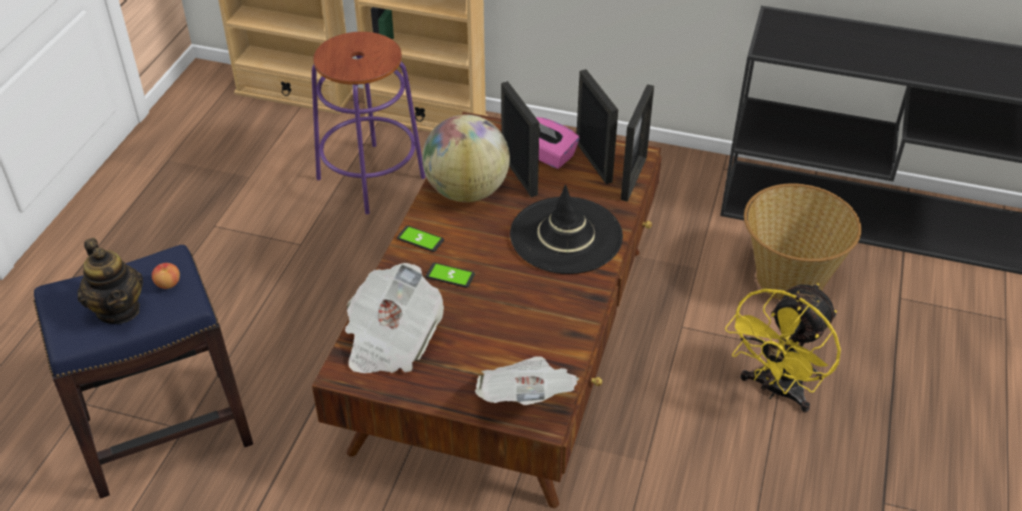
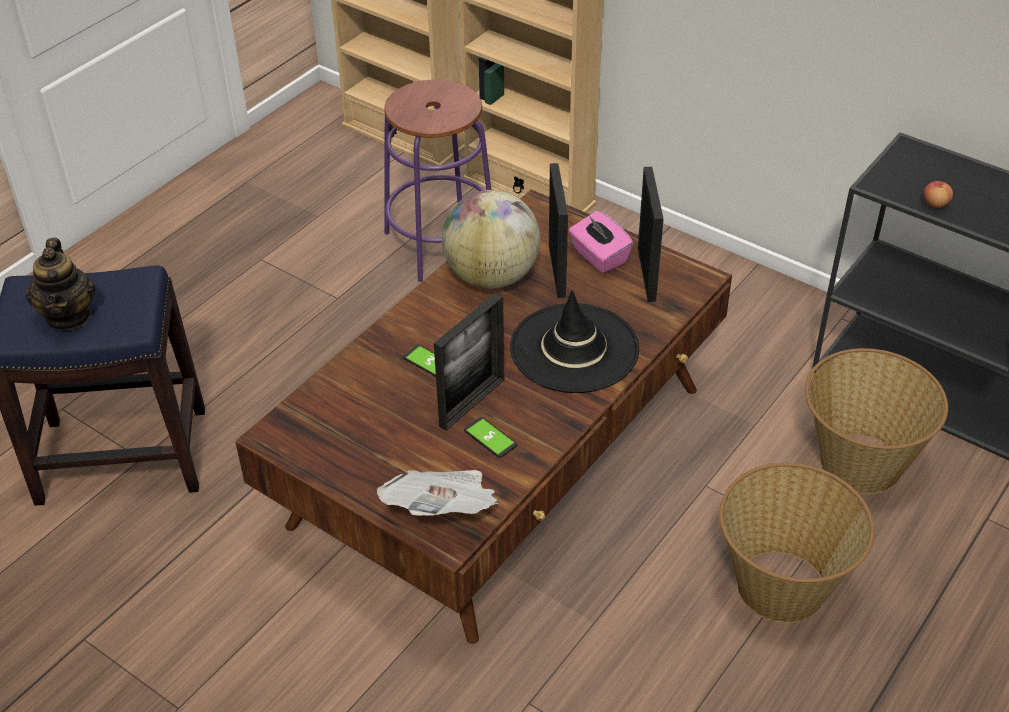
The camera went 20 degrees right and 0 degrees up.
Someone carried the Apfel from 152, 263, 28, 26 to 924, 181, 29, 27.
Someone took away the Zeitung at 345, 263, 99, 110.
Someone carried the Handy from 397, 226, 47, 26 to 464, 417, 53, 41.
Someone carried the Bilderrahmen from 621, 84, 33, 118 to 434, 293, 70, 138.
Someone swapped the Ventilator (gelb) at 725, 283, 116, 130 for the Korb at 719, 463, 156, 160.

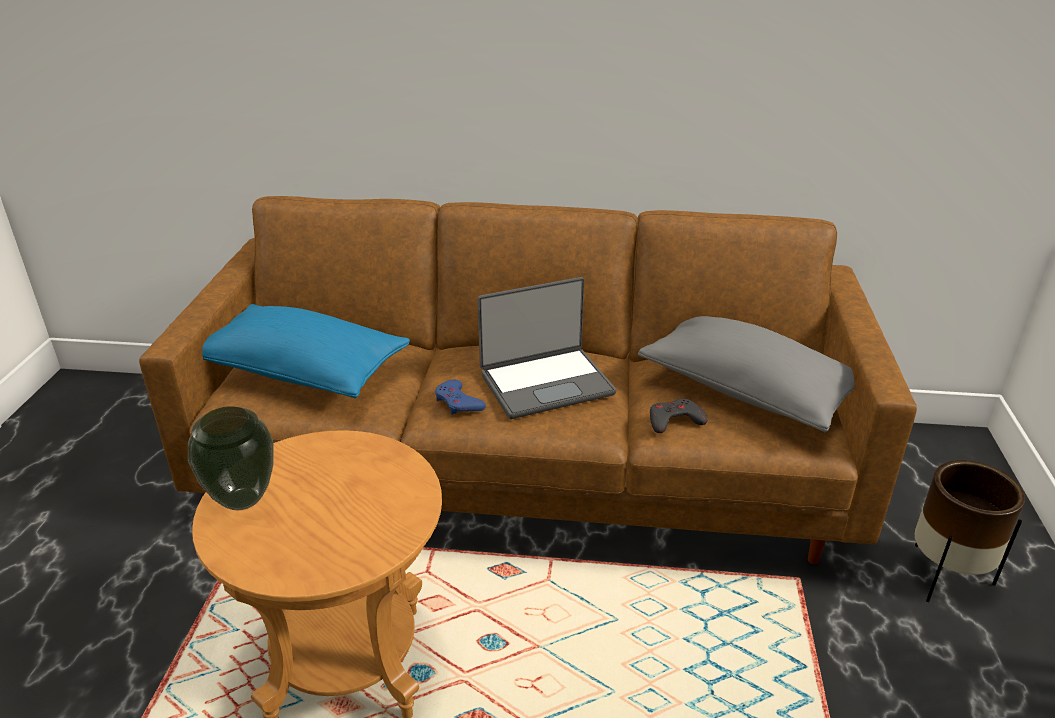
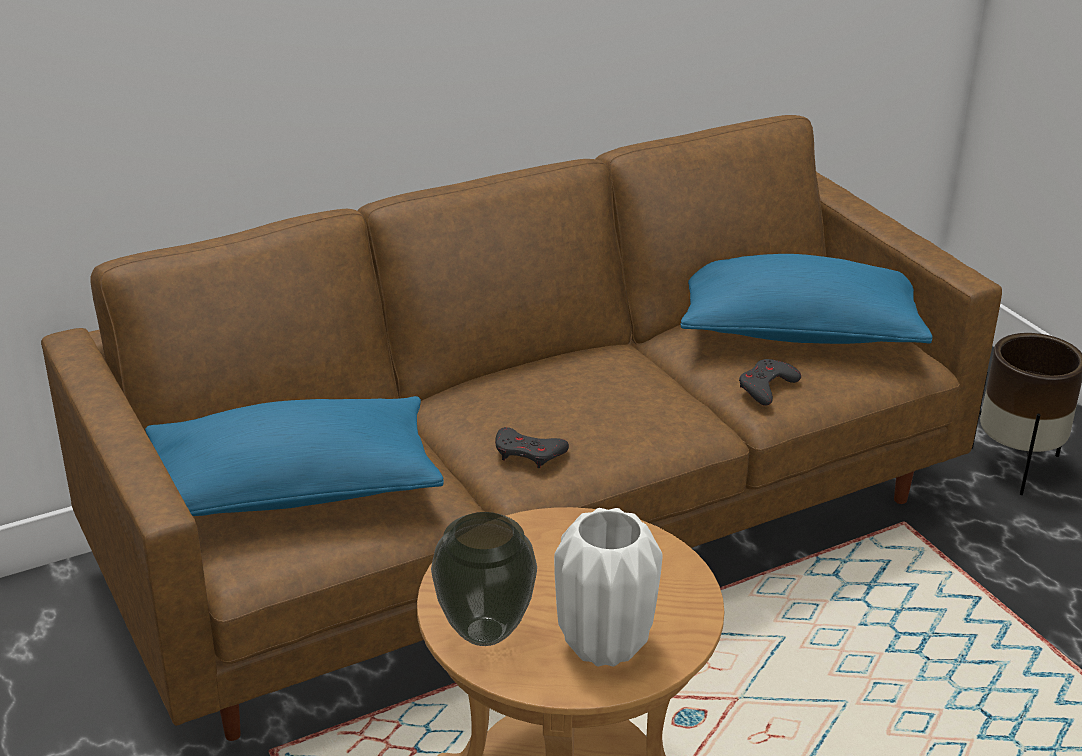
The camera went 35 degrees left and 0 degrees up.
Someone repainted the Gamepad (blau) at 435, 379, 51, 36, which became the Gamepad (grau) at 495, 427, 74, 41.
Someone took away the Laptop at 477, 277, 139, 142.
Someone repainted the Kissen (grau) at 638, 316, 216, 116, which became the Kissen (blau) at 680, 254, 253, 90.
Someone put down the Vase (weiß) at 554, 508, 109, 158.

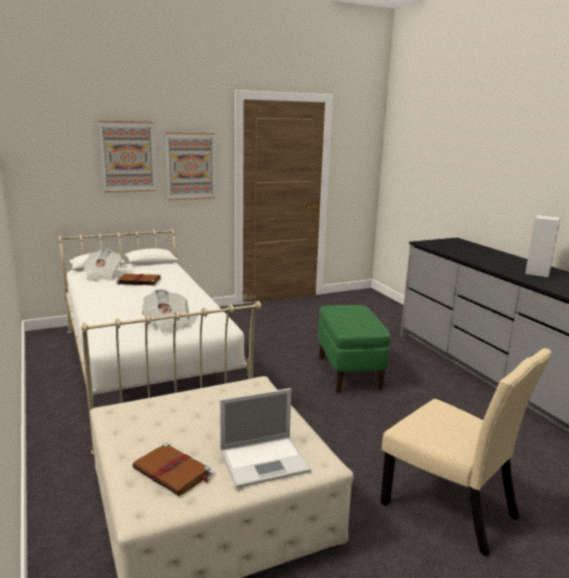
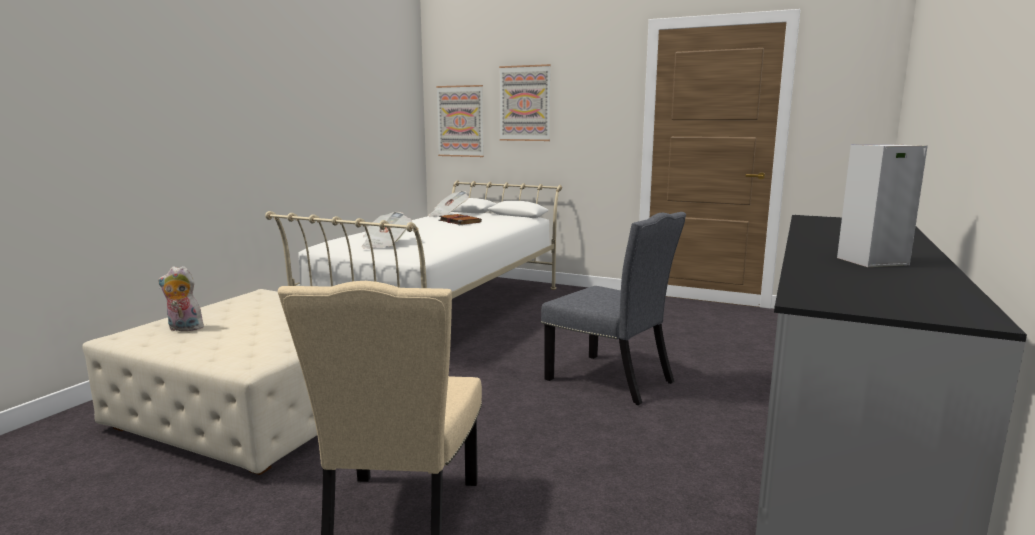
The camera went 50 degrees right and 5 degrees down.
Someone swapped the Buch (braun) at 132, 443, 79, 53 for the Plüschtier at 158, 266, 46, 65.
Someone carried the Bild from 165, 132, 50, 68 to 436, 85, 48, 72.
Someone took away the Laptop at 220, 388, 91, 100.
Someone swapped the Polsterhocker (grün) at 318, 305, 72, 87 for the Stuhl (grau) at 541, 212, 145, 193.

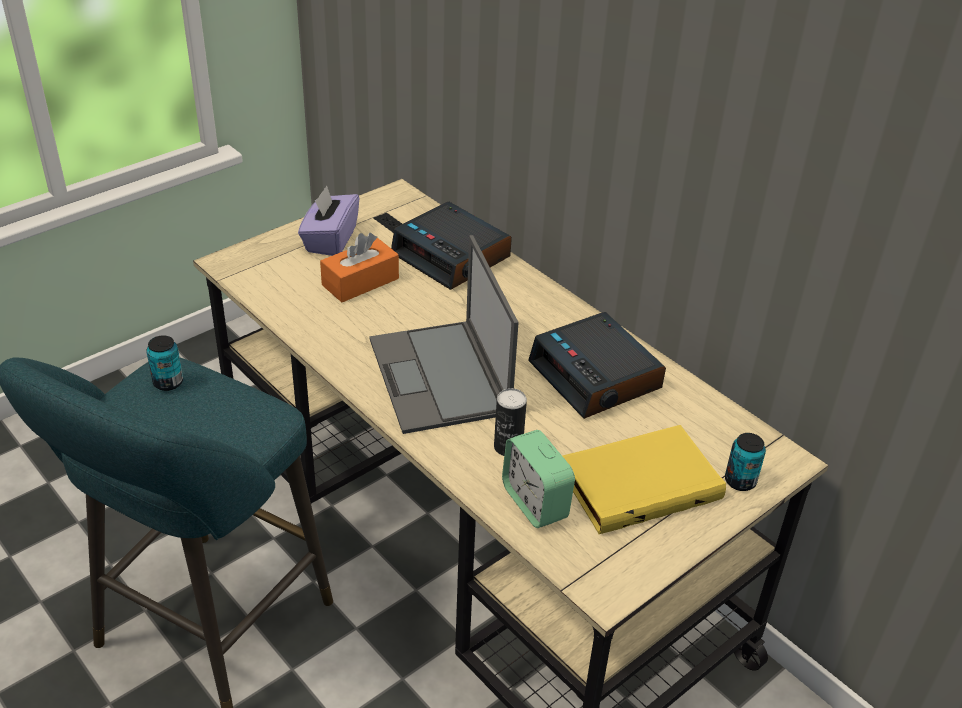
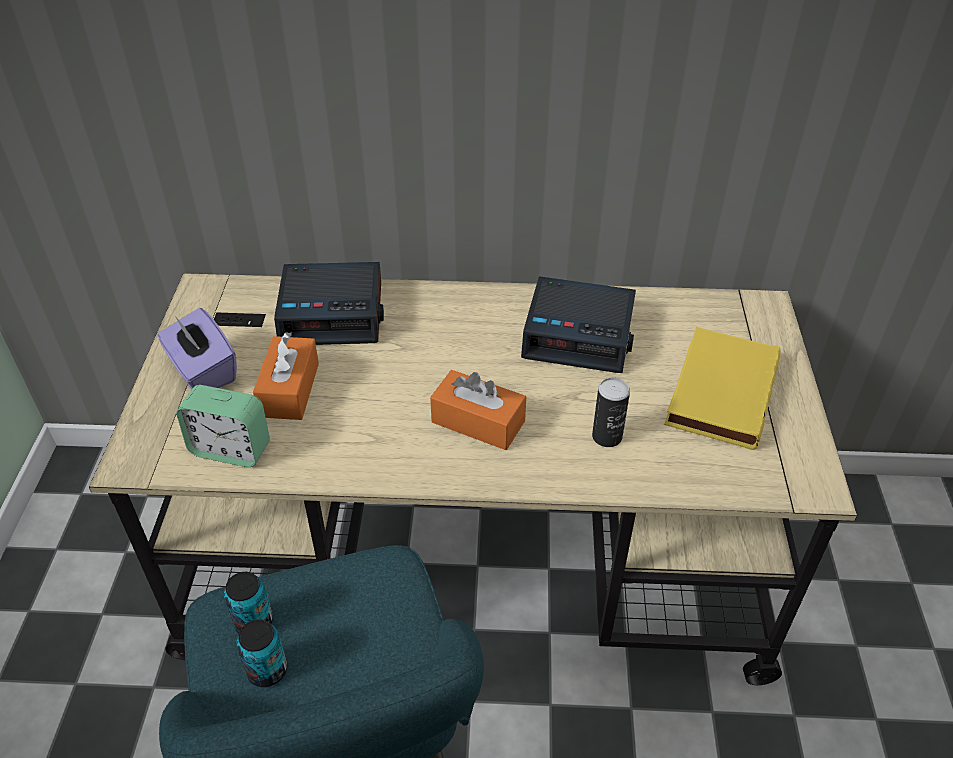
The camera went 45 degrees left and 5 degrees up.
Someone swapped the Laptop at 369, 235, 150, 199 for the Taschentuchbox (orange) at 430, 370, 96, 80.
Someone carried the Wecker from 502, 430, 73, 98 to 176, 385, 94, 82.
Someone carried the Dose from 725, 433, 41, 58 to 236, 619, 51, 68.

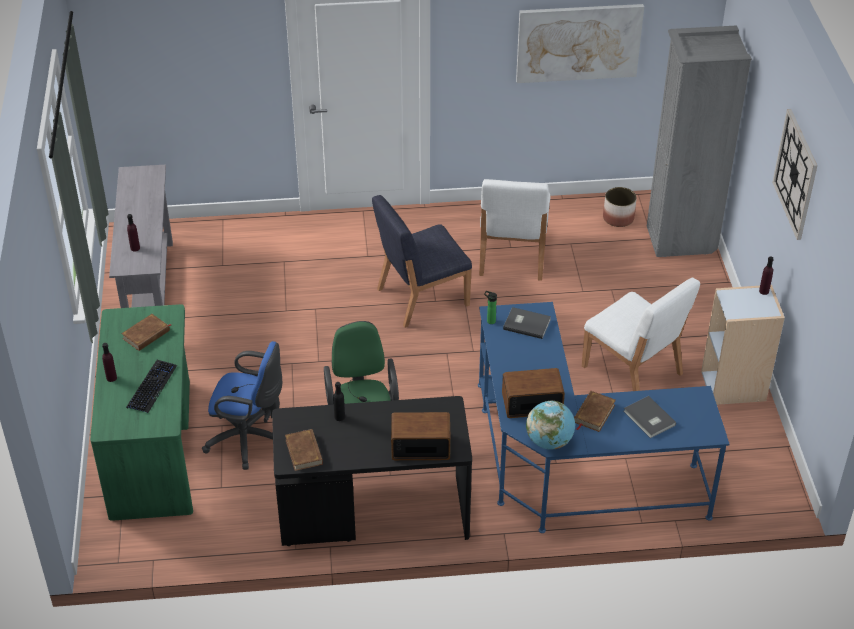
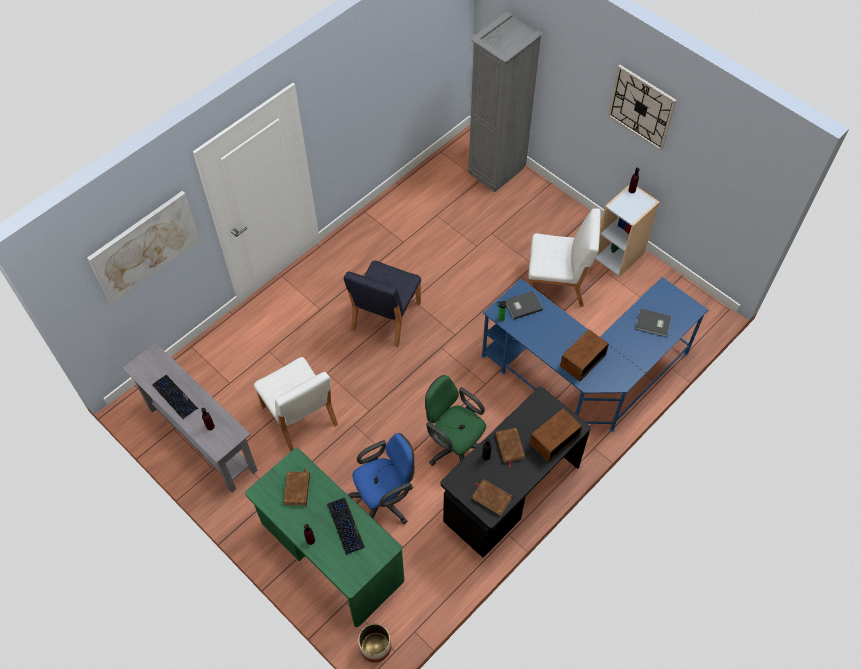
The camera went 40 degrees left and 15 degrees up.
Someone carried the Stuhl (weiß) from 479, 179, 71, 102 to 254, 357, 84, 94.
Someone carried the Bild from 516, 4, 128, 79 to 87, 191, 113, 114.
Someone took away the Globus at 526, 401, 49, 49.
Someone carried the Buch (braun) from 574, 391, 42, 41 to 495, 427, 30, 41.
Someone carried the Pflanzkübel from 603, 187, 34, 40 to 358, 623, 33, 40.
Someone put down the Tastatur at 152, 375, 46, 45.

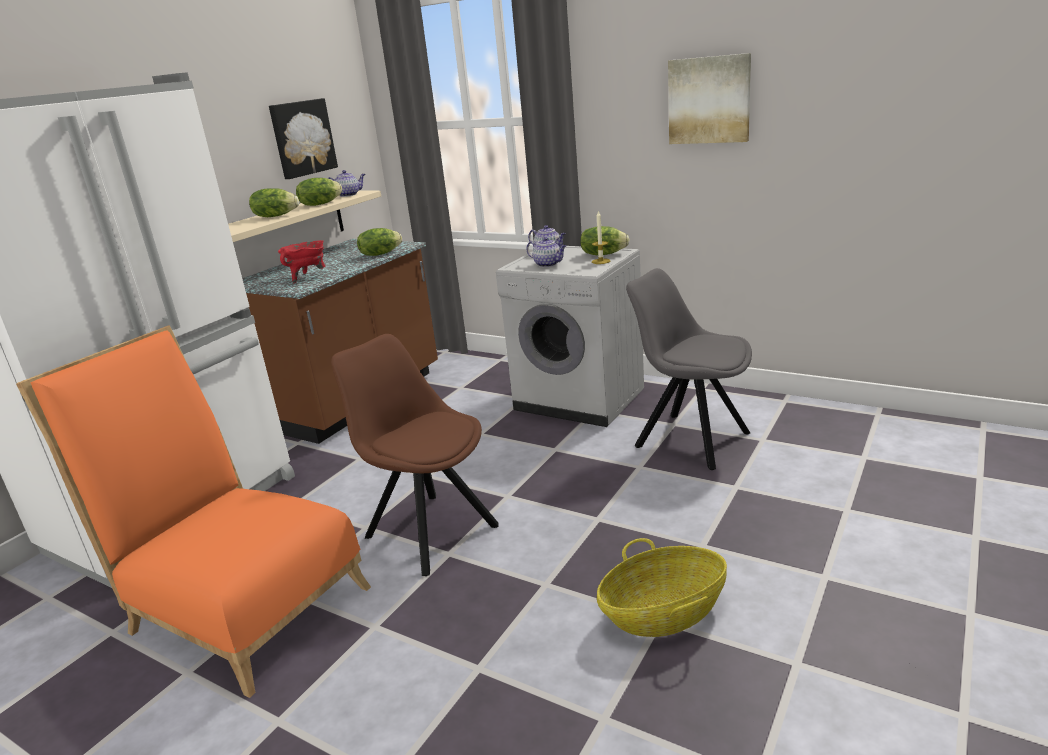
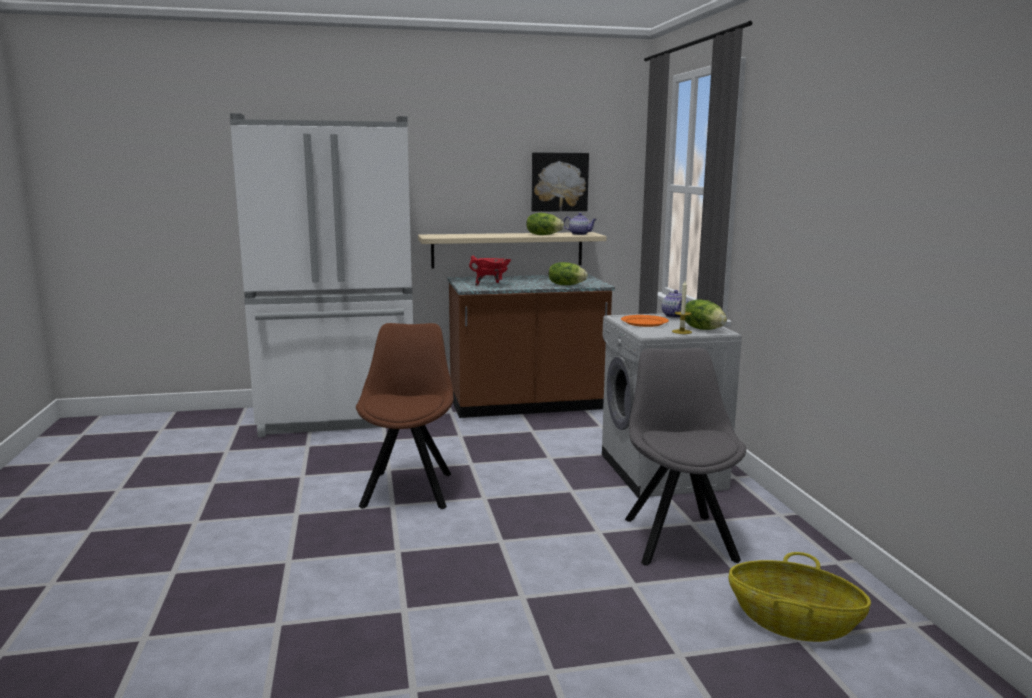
The camera went 45 degrees right and 10 degrees down.
Someone took away the Stuhl (orange) at 16, 325, 355, 373.
Someone took away the Salatkopf at 249, 188, 50, 29.
Someone swapped the Teekanne at 526, 237, 40, 30 for the Teller (orange) at 621, 315, 48, 12.
Someone carried the Korb from 597, 538, 130, 99 to 728, 552, 143, 90.
Someone took away the Bild at 668, 53, 83, 91.

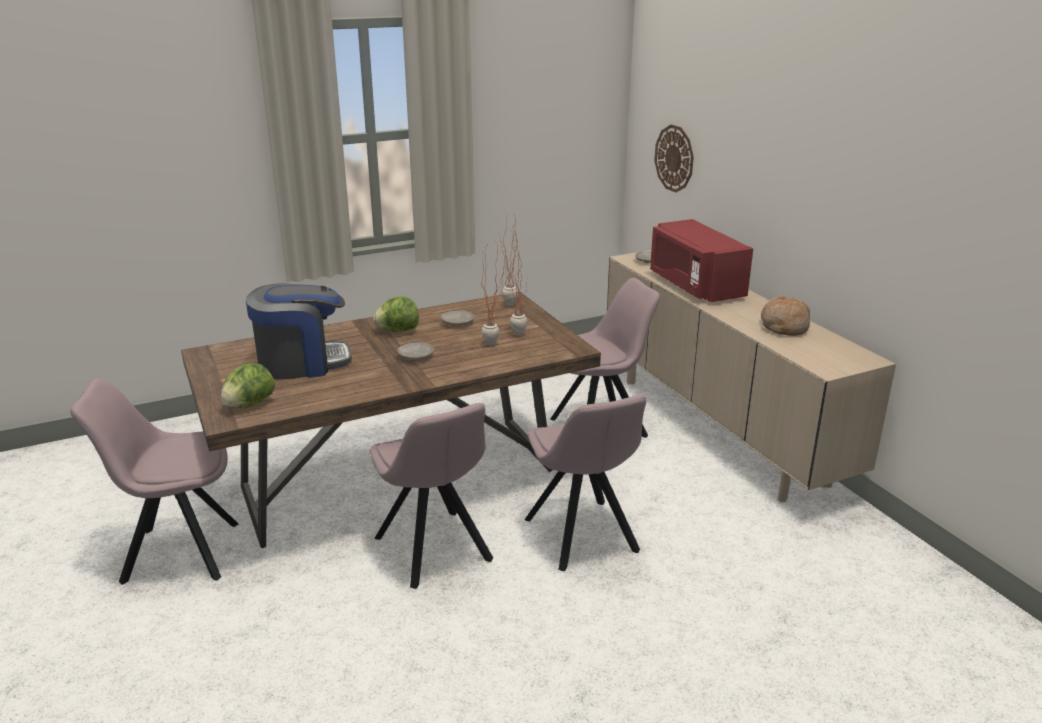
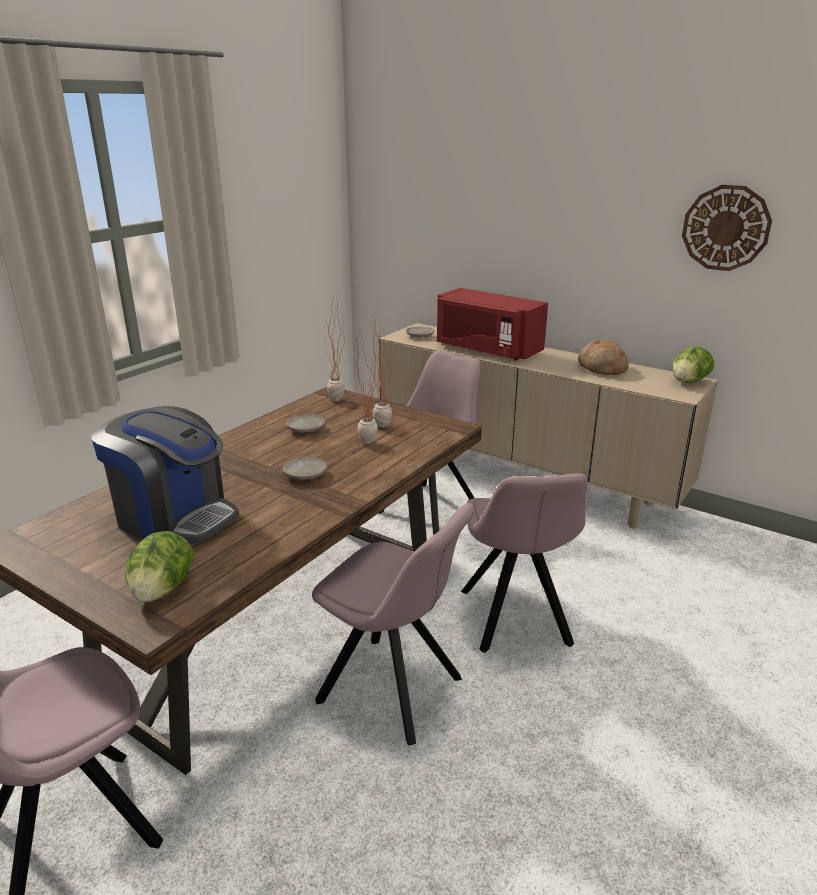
The camera went 30 degrees left and 0 degrees up.
Someone rotated the Kaffeemaschine at 246, 283, 106, 96 by 75 degrees clockwise.
Someone carried the Salatkopf from 373, 296, 46, 36 to 672, 347, 42, 36.
Someone rotated the Stuhl (rosa) at 524, 395, 122, 176 by 45 degrees clockwise.
Someone carried the Wanduhr from 655, 124, 39, 69 to 682, 185, 90, 86.

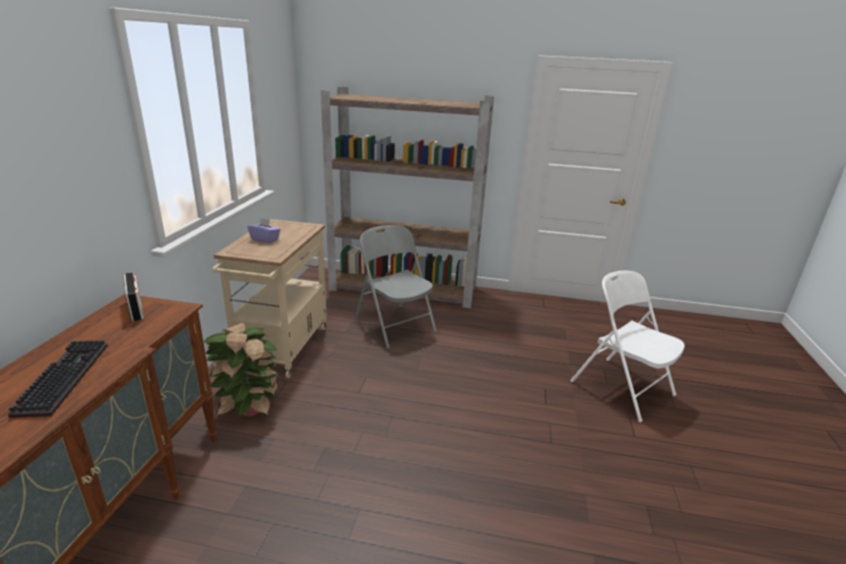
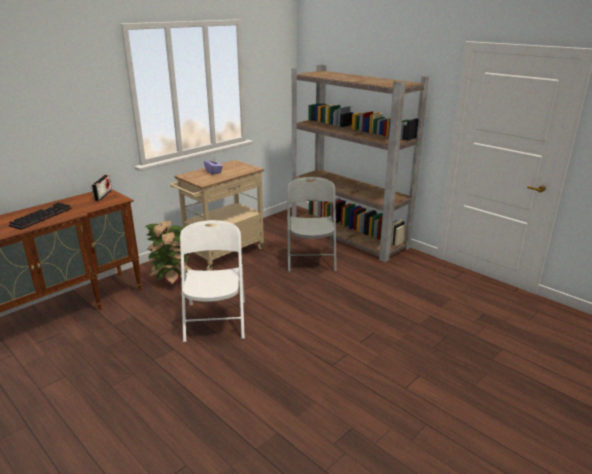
The camera went 35 degrees right and 0 degrees up.
Someone carried the Stuhl (weiß) from 571, 271, 114, 152 to 180, 220, 65, 122.

